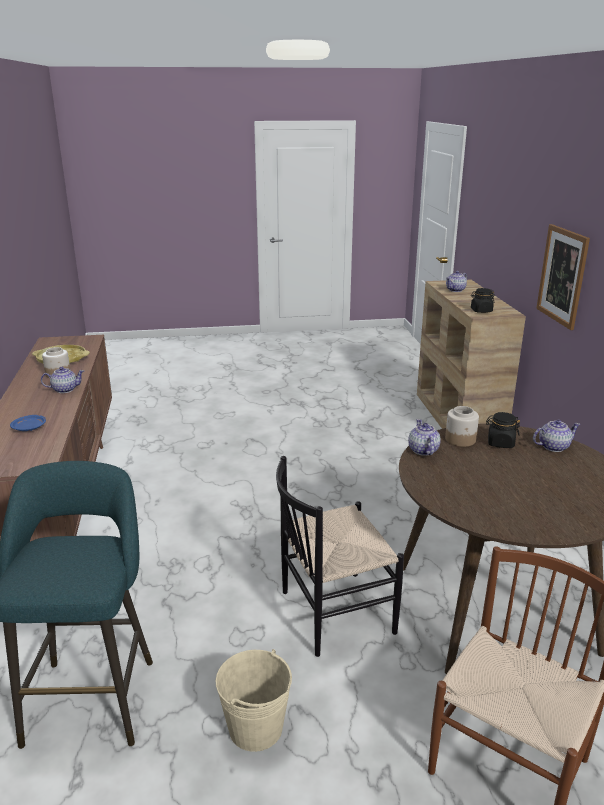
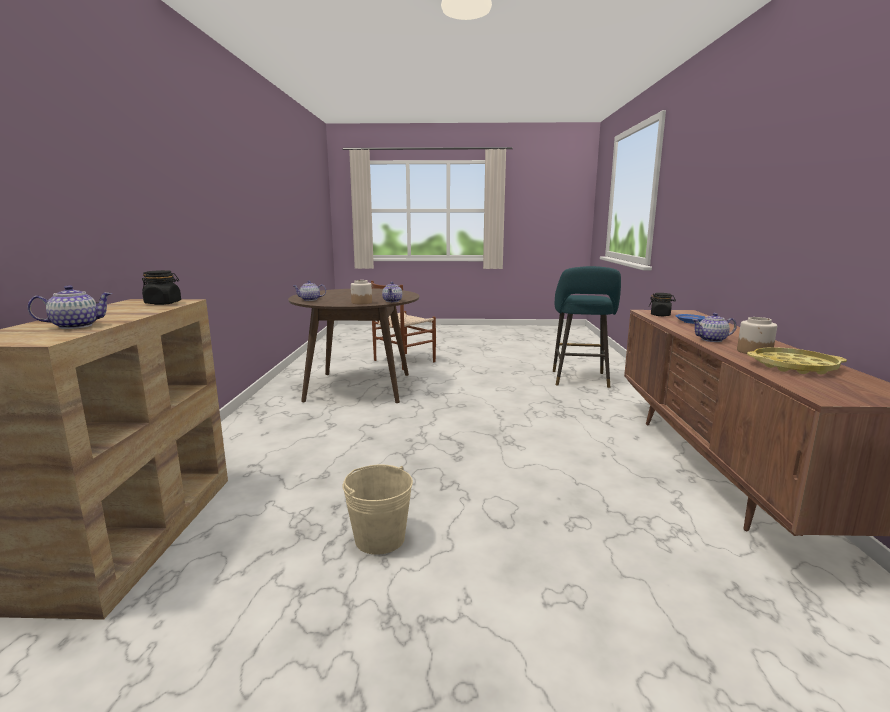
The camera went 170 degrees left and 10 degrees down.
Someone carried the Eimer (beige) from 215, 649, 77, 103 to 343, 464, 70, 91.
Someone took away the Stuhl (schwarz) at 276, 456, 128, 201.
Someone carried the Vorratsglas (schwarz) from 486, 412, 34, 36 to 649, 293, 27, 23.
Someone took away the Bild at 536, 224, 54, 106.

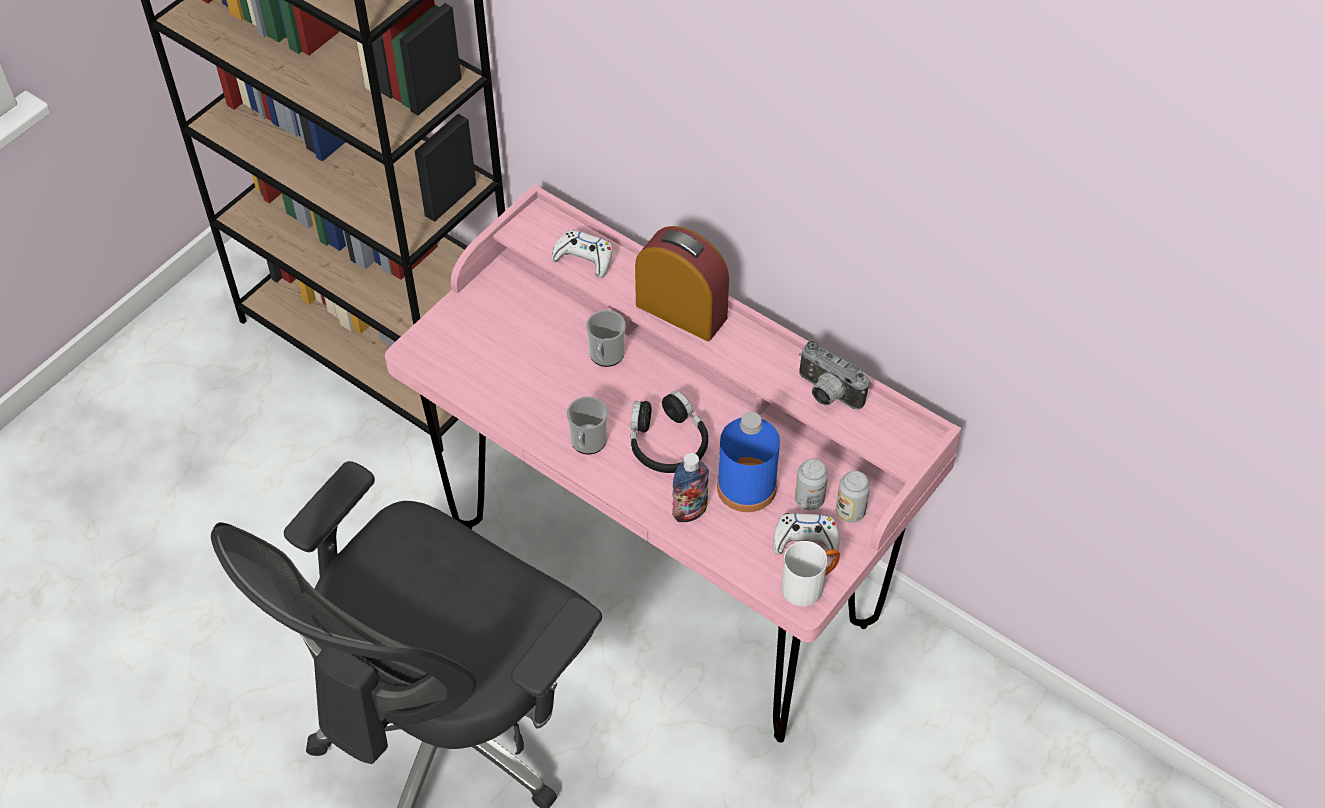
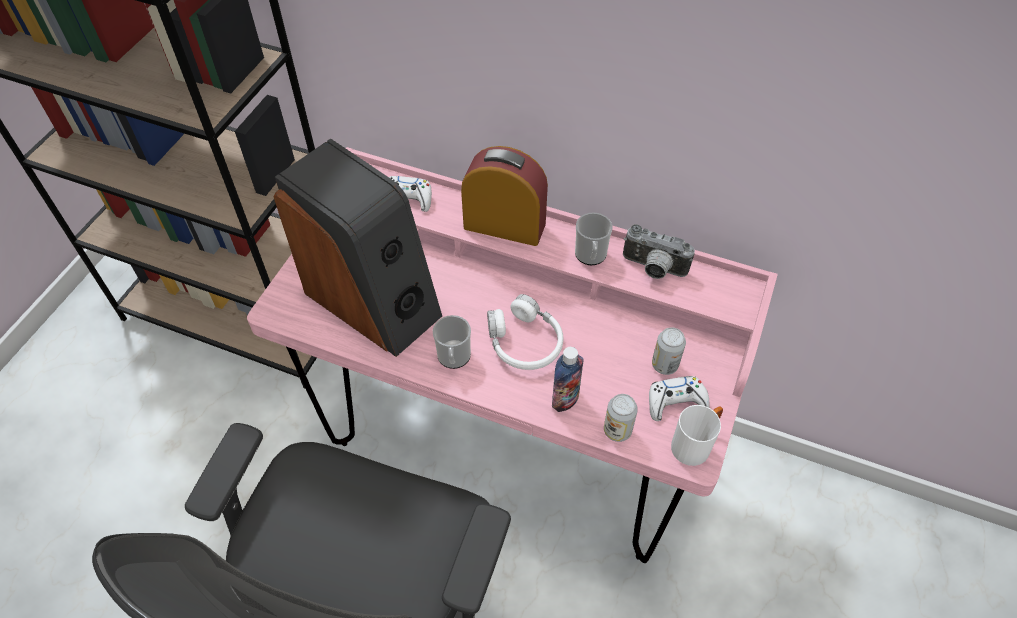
The camera went 15 degrees left and 0 degrees up.
Someone carried the Henkelbecher from 586, 310, 40, 57 to 575, 212, 38, 53.
Someone repainted the Kopfhörer (schwarz) at 630, 391, 78, 82, which became the Kopfhörer (weiß) at 487, 294, 76, 76.
Someone took away the Flasche (blau) at 717, 412, 63, 100.
Someone carried the Dose from 836, 471, 34, 52 to 604, 394, 34, 48.
Someone put down the Lautsprecher at 273, 139, 169, 218.

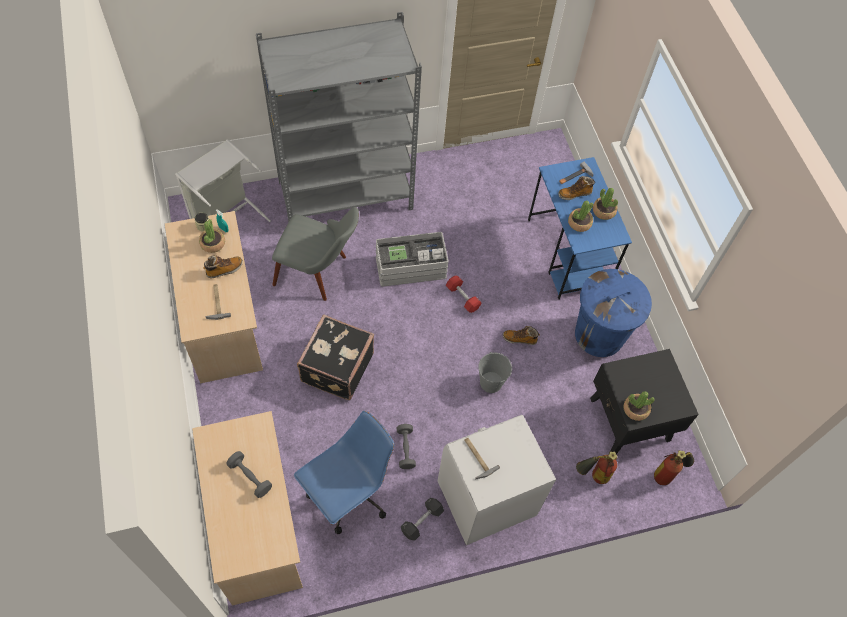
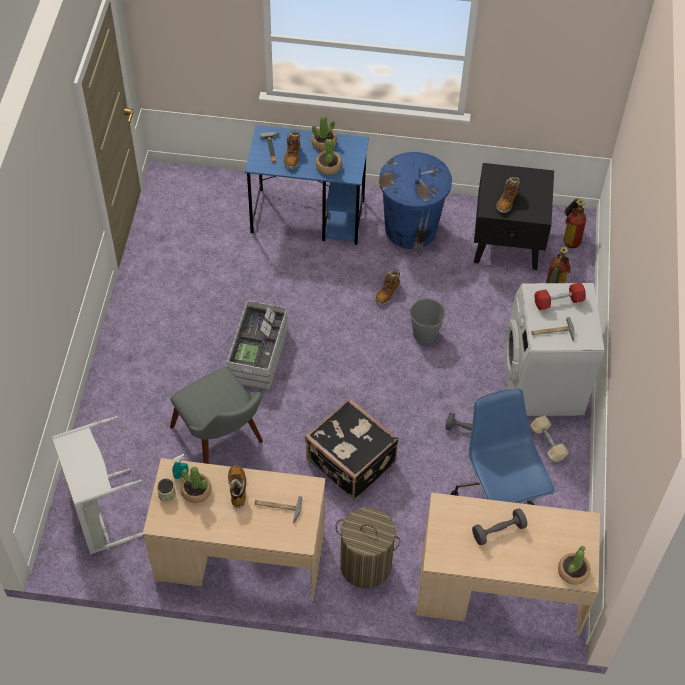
The camera went 65 degrees left and 5 degrees down.
Someone took away the Bücherregal (grau) at 256, 12, 166, 210.
Someone rotated the Stuhl (grau) at 272, 207, 87, 94 by 105 degrees clockwise.
Someone repainted the Hantel (schwarz) at 401, 498, 43, 43, which became the Hantel (beige) at 530, 415, 39, 47.
Someone carried the Hantel (rot) from 446, 275, 36, 38 to 534, 282, 52, 28.
Someone carried the Topfpflanze from 624, 391, 31, 30 to 558, 546, 32, 39.
Someone put down the Wäschekorb at 335, 507, 65, 81.
Someone put down the Stiefel at 496, 177, 24, 36.

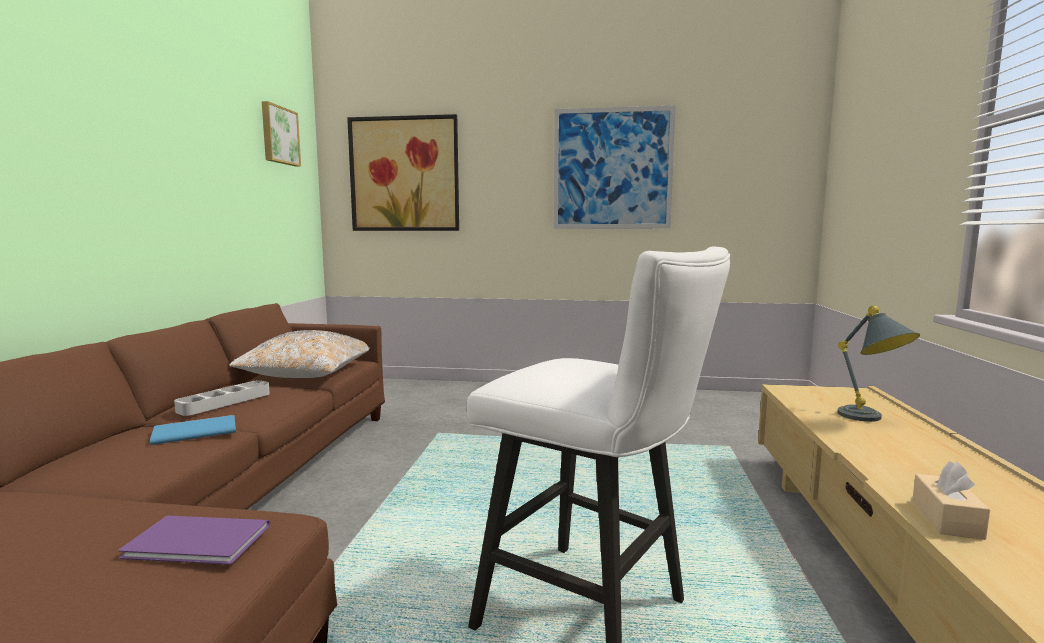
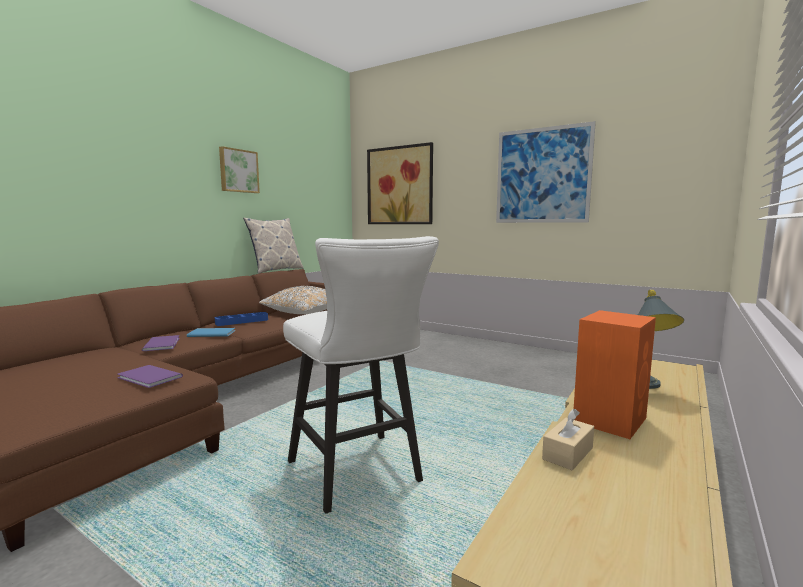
The camera went 25 degrees right and 0 degrees up.
Someone repainted the Tablett (grau) at 174, 380, 96, 36, which became the Tablett (blau) at 215, 312, 53, 14.
Someone carried the Bild from 262, 101, 39, 65 to 219, 146, 41, 47.
Someone put down the Buch (lila) at 142, 335, 38, 16.
Someone put down the Kissen at 243, 218, 60, 56.
Someone put down the Lautsprecher (orange) at 574, 310, 82, 129.

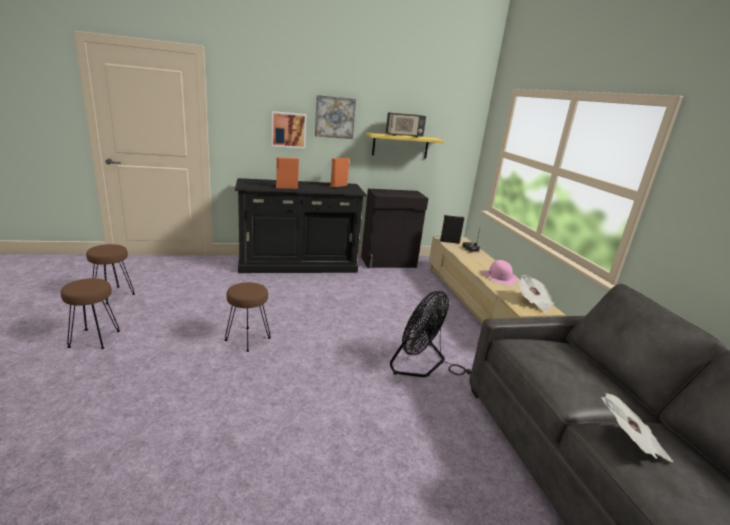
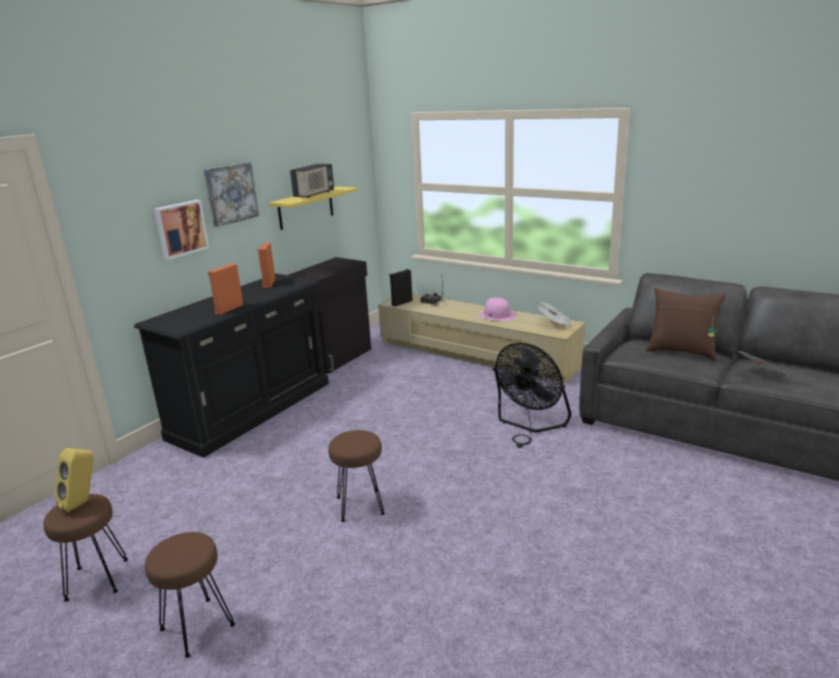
The camera went 40 degrees left and 0 degrees up.
Someone rotated the Ventilator (schwarz) at 390, 291, 81, 86 by 135 degrees clockwise.
Someone put down the Lautsprecher (gelb) at 54, 448, 40, 64.
Someone put down the Kissen (braun) at 646, 288, 79, 73.

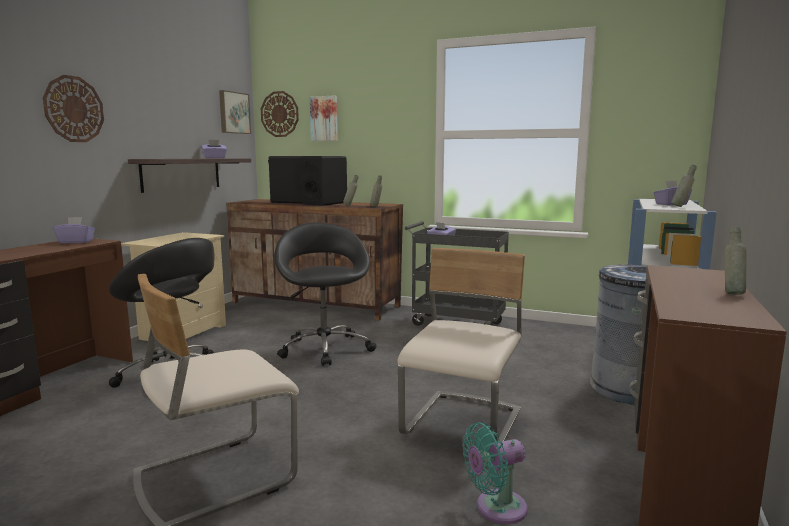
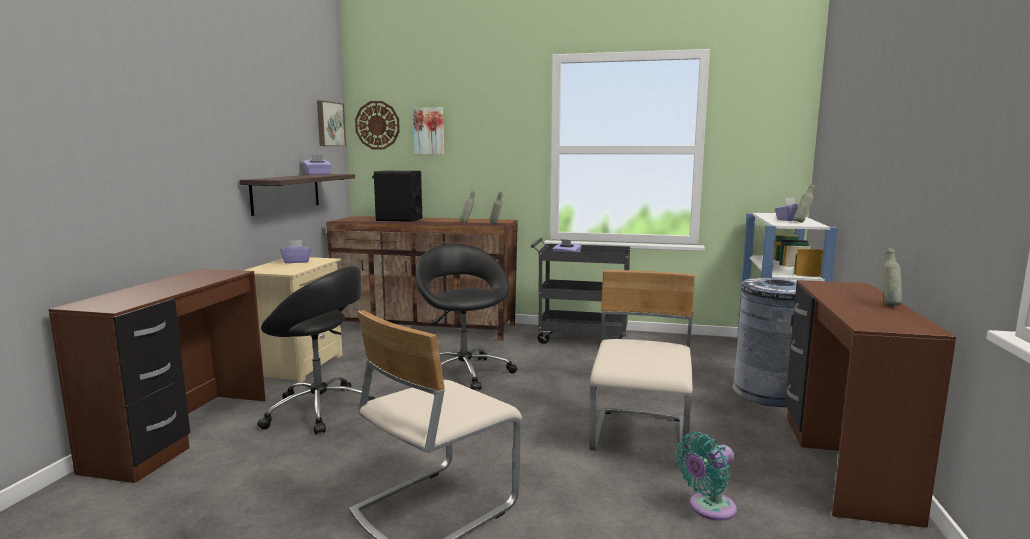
The camera went 10 degrees left and 0 degrees up.
Someone took away the Wanduhr at 43, 75, 61, 67.
Someone carried the Taschentuchbox (lila) from 53, 217, 42, 26 to 280, 240, 31, 23.
Someone took away the Lautsprecher (schwarz) at 300, 156, 47, 50.

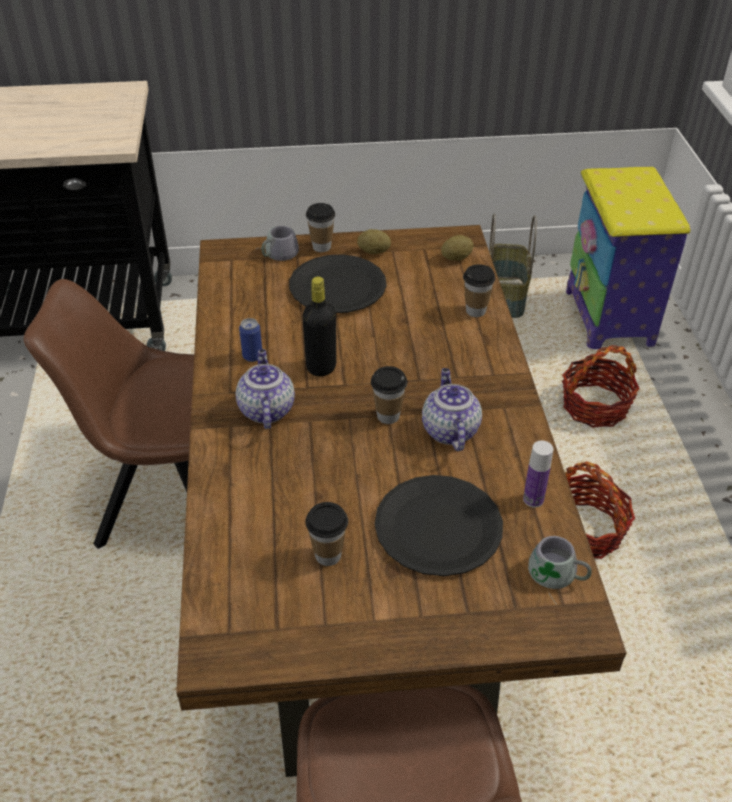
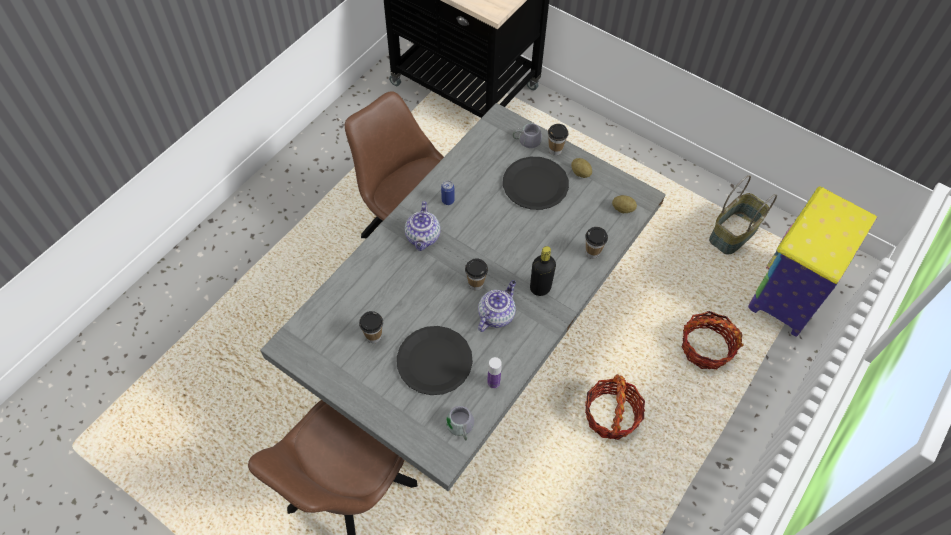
The camera went 40 degrees right and 15 degrees up.
Someone repainted the Esstisch (braun) at 176, 225, 451, 552, which became the Esstisch (grau) at 260, 103, 406, 389.
Someone rotated the Teekanne at 236, 349, 59, 80 by 150 degrees clockwise.
Someone carried the Flasche (schwarz) from 302, 276, 34, 100 to 530, 246, 26, 50.

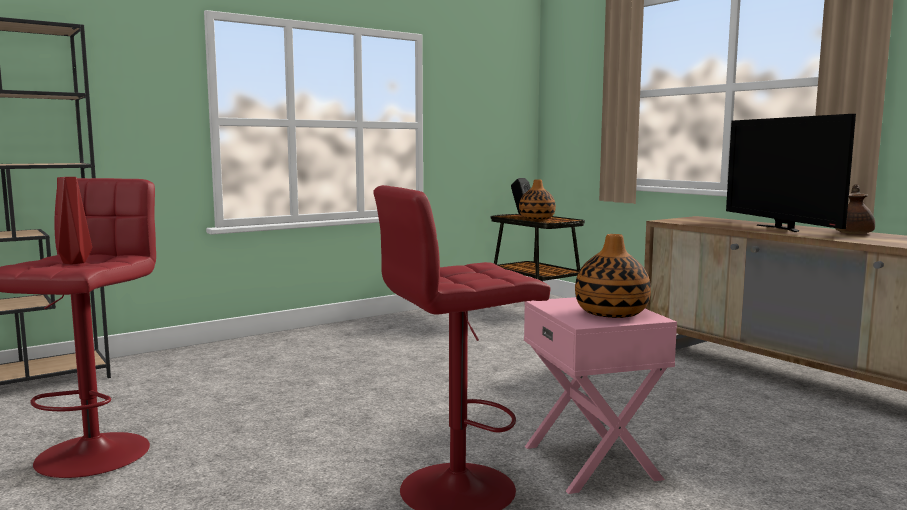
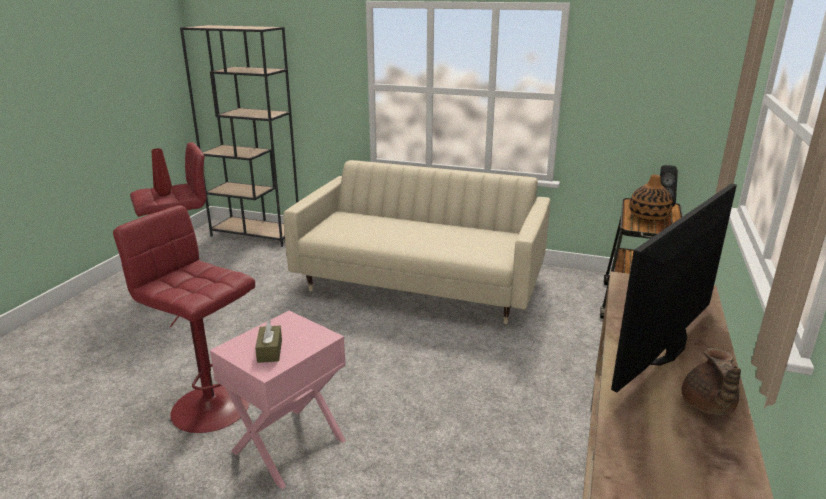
The camera went 55 degrees right and 15 degrees up.
Someone swapped the Vase at 575, 234, 76, 84 for the Taschentuchbox (braun) at 255, 320, 27, 43.
Someone rotated the Teekanne (braun) at 835, 184, 40, 50 by 105 degrees clockwise.
Someone put down the Sofa (beige) at 283, 160, 267, 164.

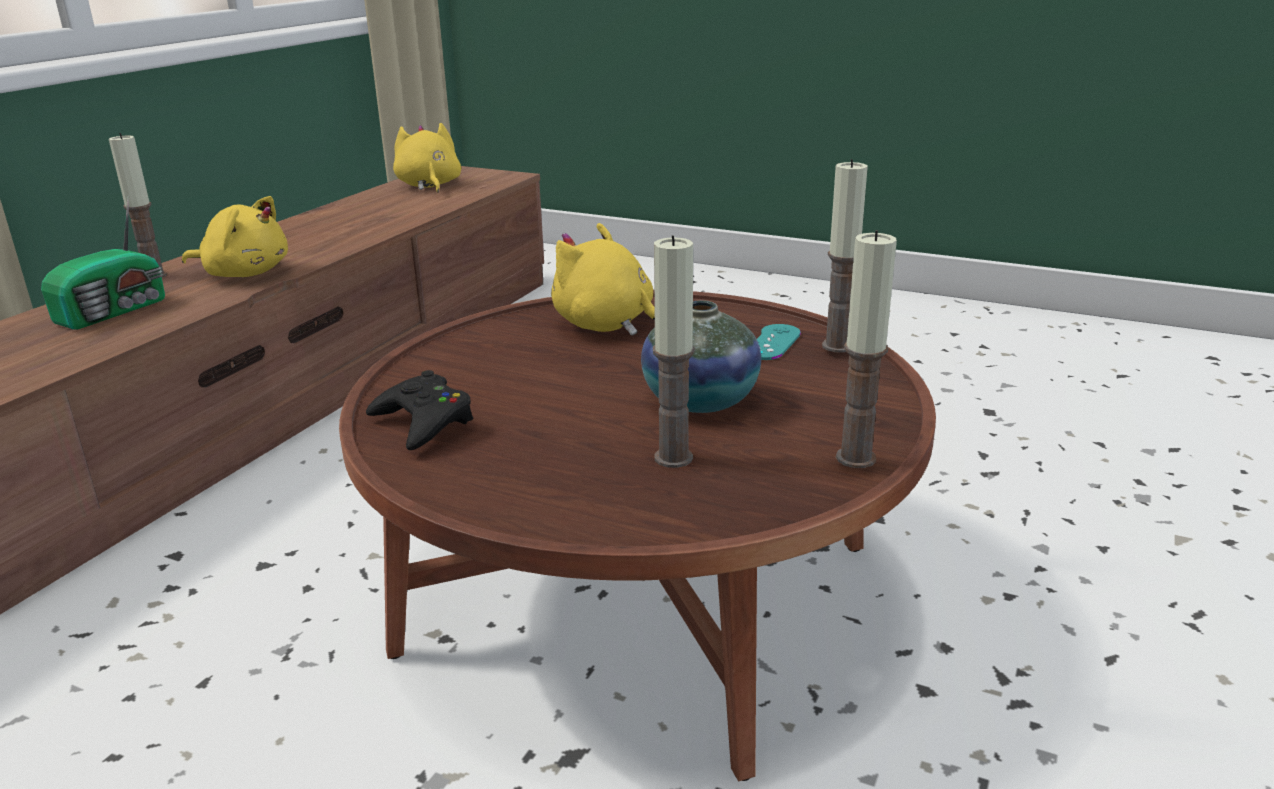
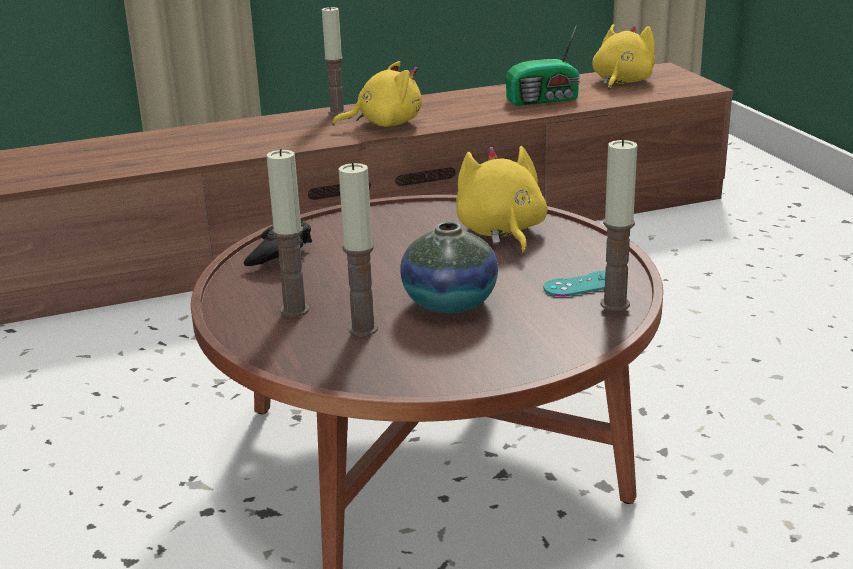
The camera went 45 degrees right and 0 degrees up.
Someone carried the Radio from 41, 195, 124, 135 to 506, 25, 74, 81.
Someone rotated the Plüschtier (gelb) at 182, 196, 106, 81 by 75 degrees counterclockwise.
Someone carried the Kerze from 836, 230, 61, 238 to 266, 149, 43, 168.

